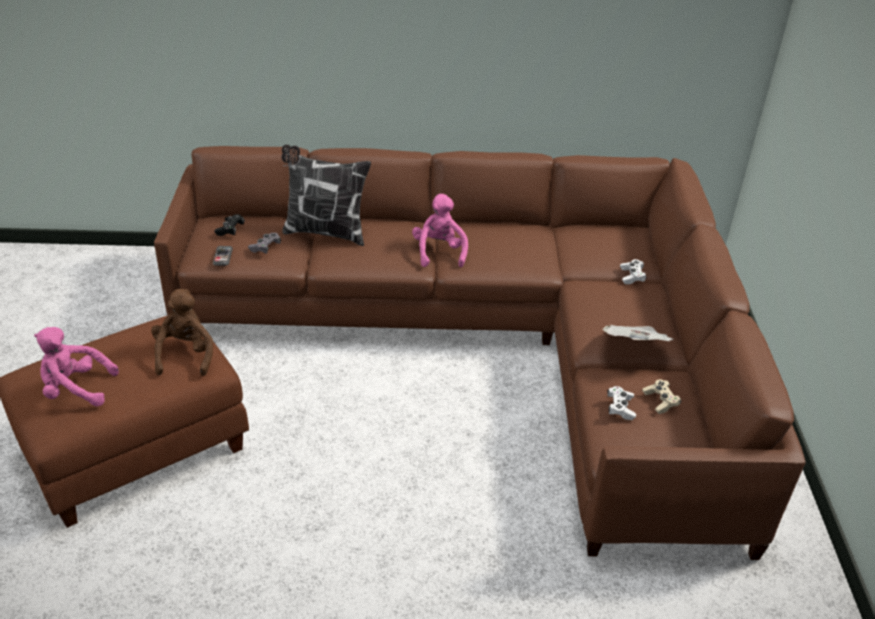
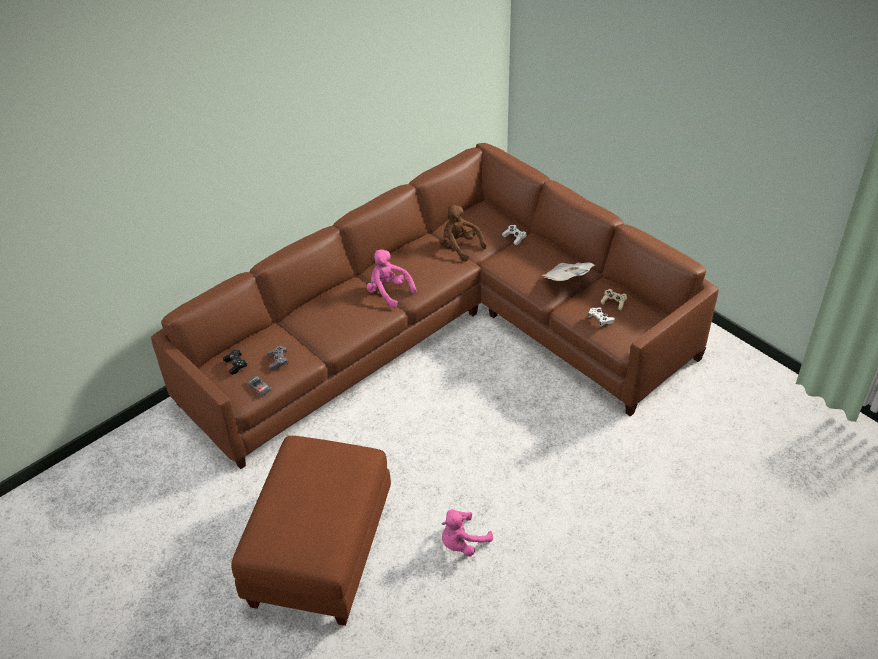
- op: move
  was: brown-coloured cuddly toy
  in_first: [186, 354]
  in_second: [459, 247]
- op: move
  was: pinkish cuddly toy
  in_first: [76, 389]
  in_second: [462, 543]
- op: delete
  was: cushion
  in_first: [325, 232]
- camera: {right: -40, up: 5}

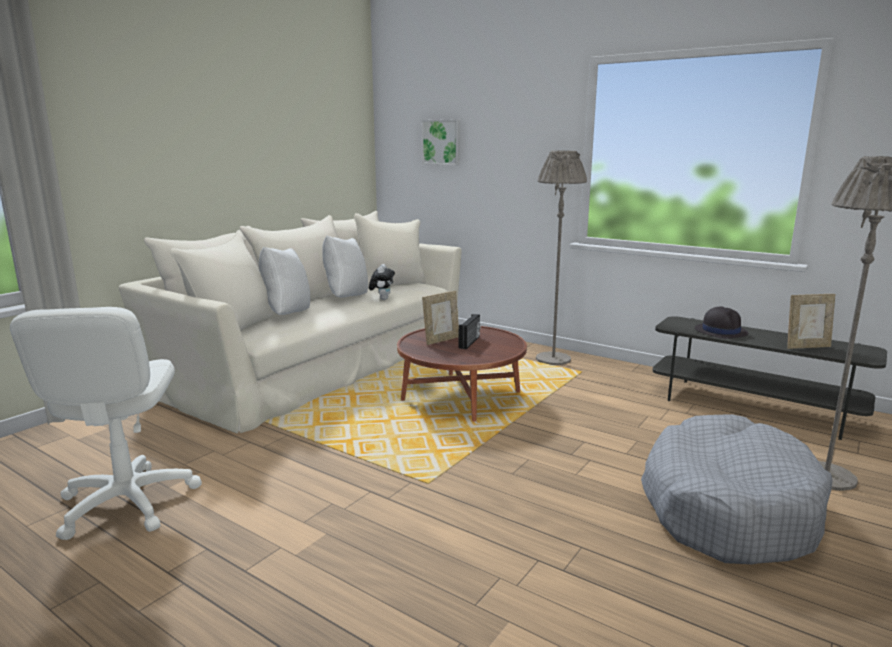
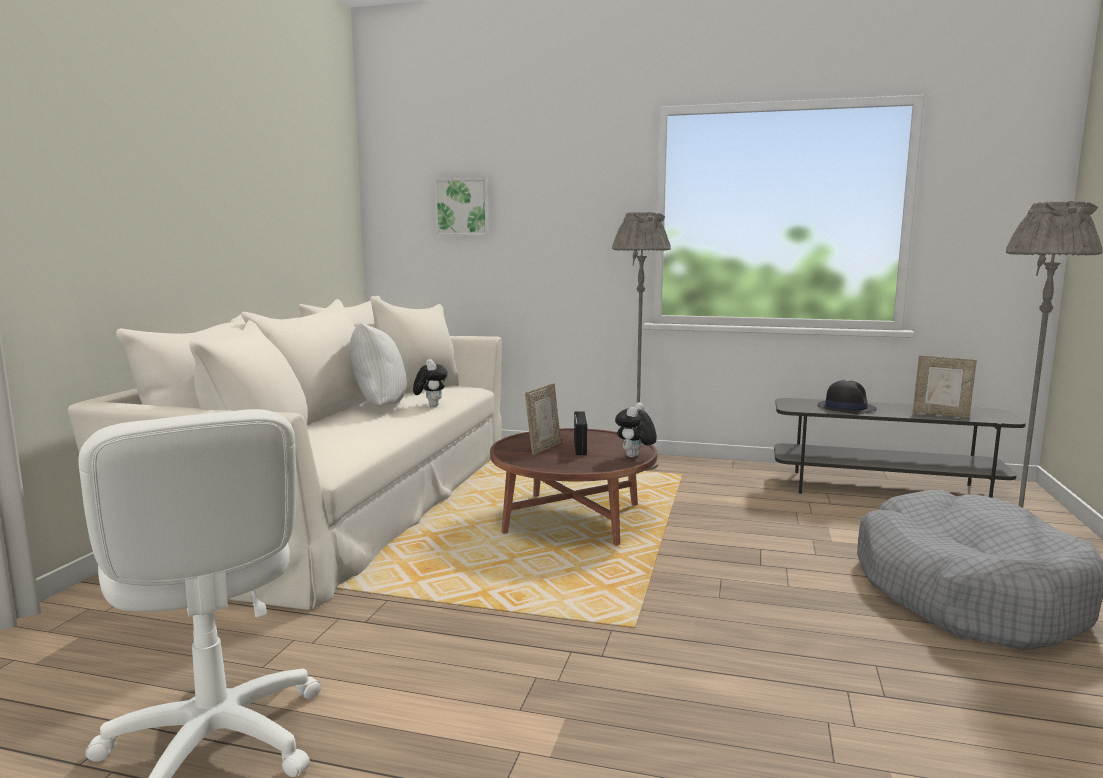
- op: insert
  now: cuddly toy
  in_second: [635, 457]
- op: rotate
  was: picture frame
  in_first: [806, 346]
  in_second: [941, 414]
  clockwise: 60
- op: delete
  was: whitish cushion
  in_first: [286, 314]
- camera: {right: -20, up: -5}

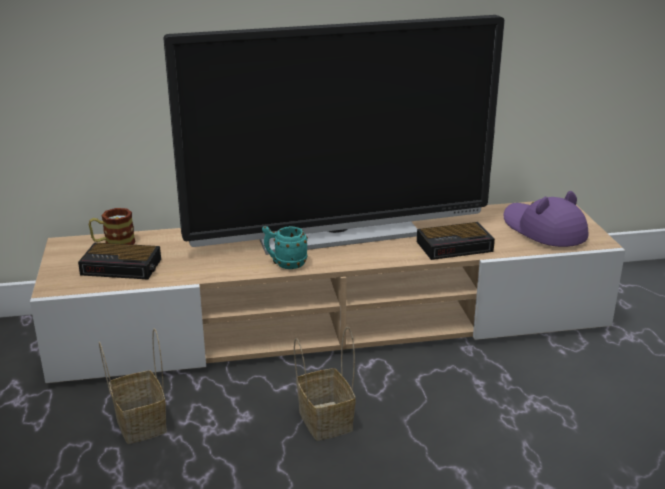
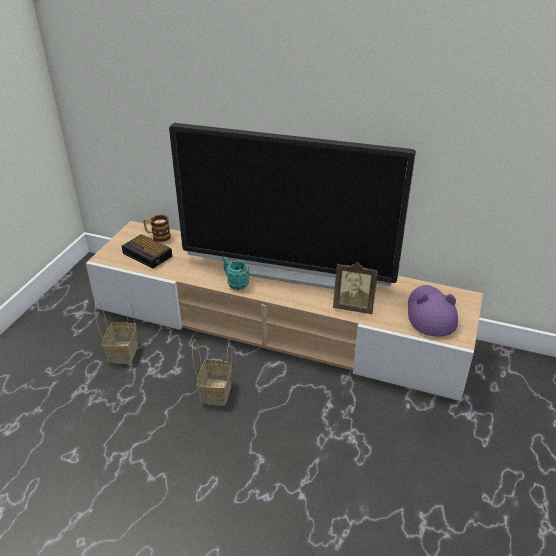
- op: replace
  was: bedside clock
  now: picture frame
  in_first: [456, 246]
  in_second: [353, 307]
- camera: {right: 30, up: 10}

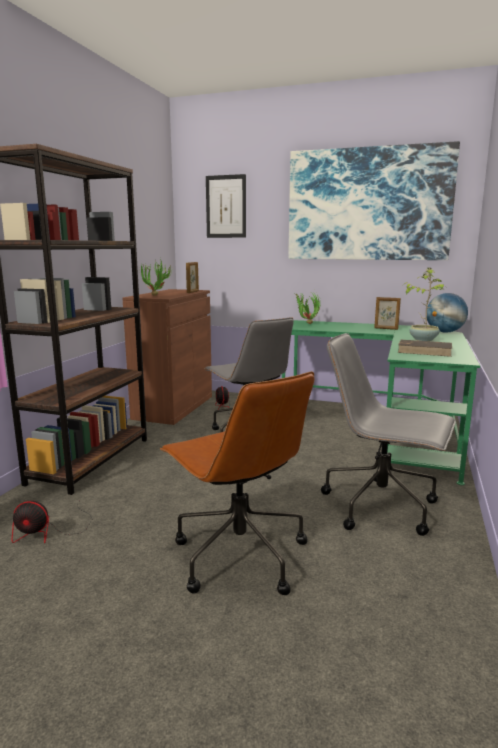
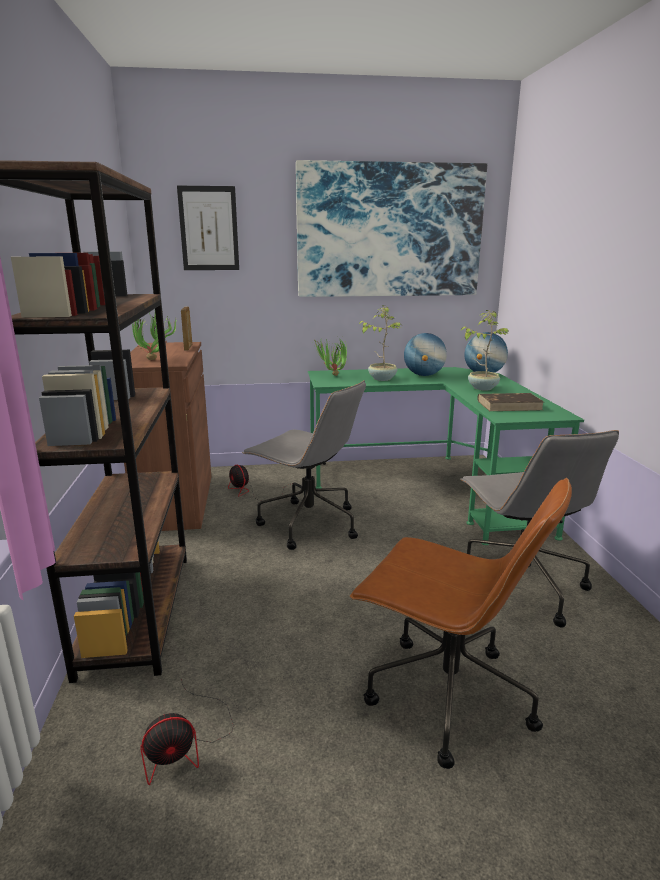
- op: insert
  now: houseplant
  in_second: [382, 378]
- op: replace
  was: picture frame
  now: world globe
  in_first: [386, 328]
  in_second: [424, 375]
- op: rotate
  was: greyish desk chair
  in_first: [382, 506]
  in_second: [520, 585]
  clockwise: -105
- camera: {right: -25, up: 5}

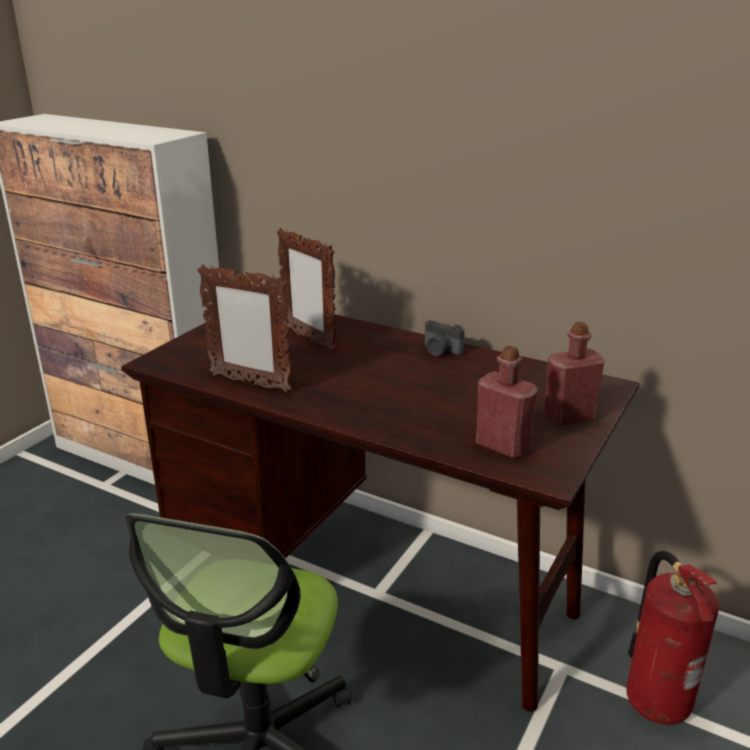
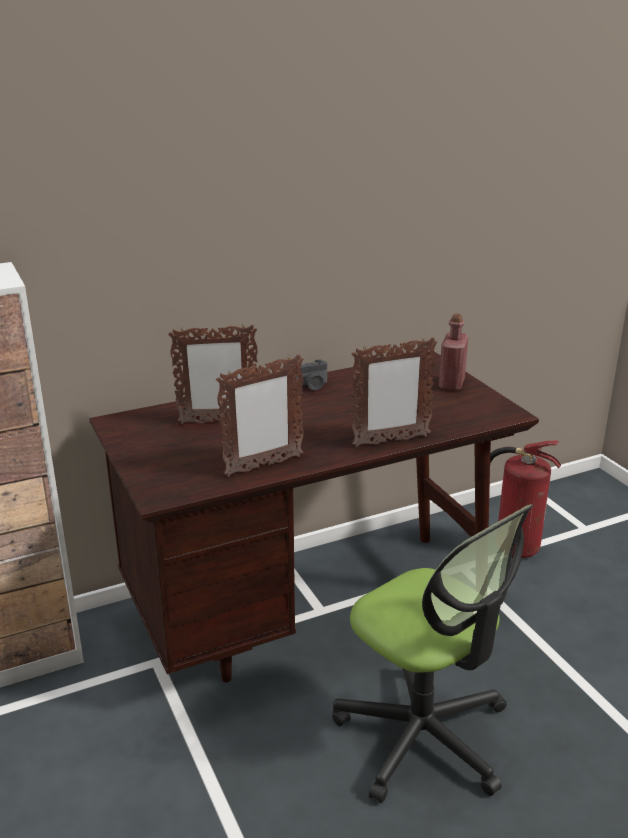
- op: insert
  now: picture frame
  in_second: [390, 441]
- op: delete
  was: reddish beverage bottle
  in_first: [502, 446]
- camera: {right: -55, up: 0}

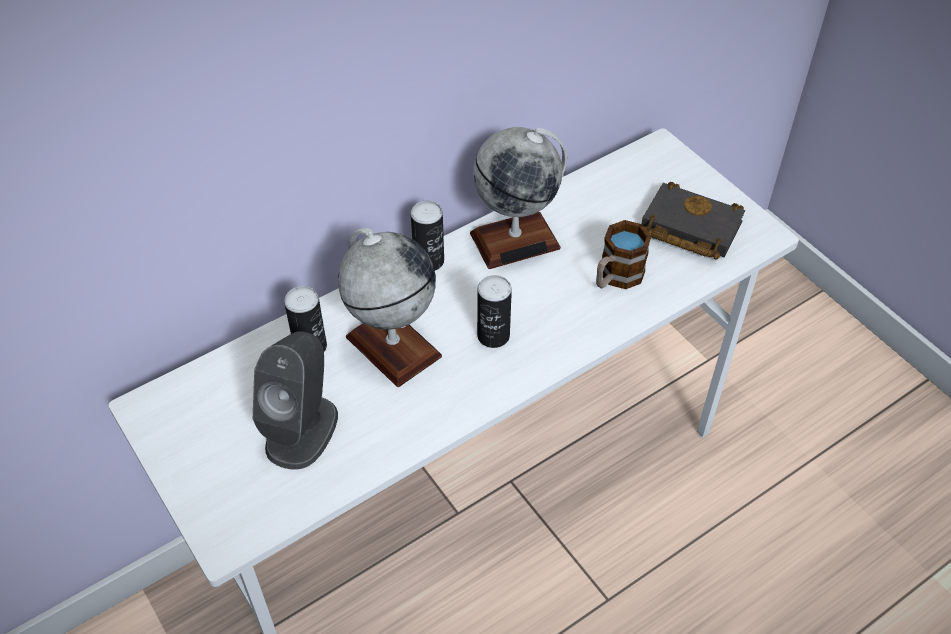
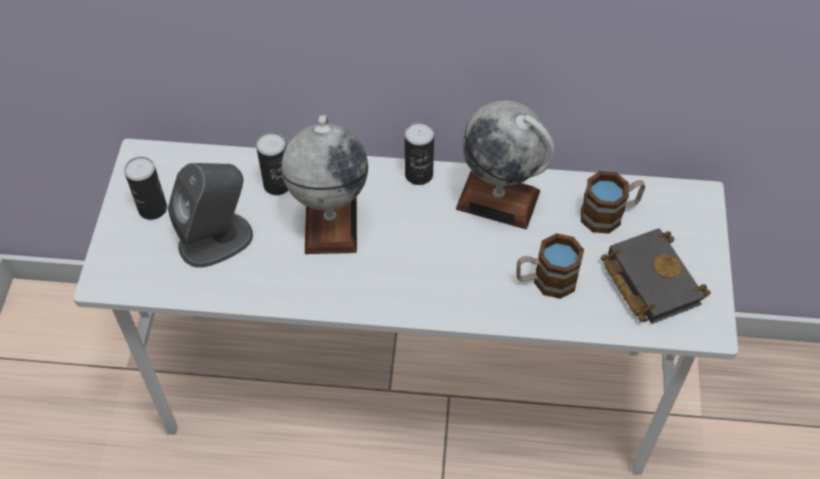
- op: move
  was: sealed can
  in_first: [493, 335]
  in_second: [152, 208]
- op: insert
  now: mug
  in_second: [609, 214]
- camera: {right: 40, up: 5}

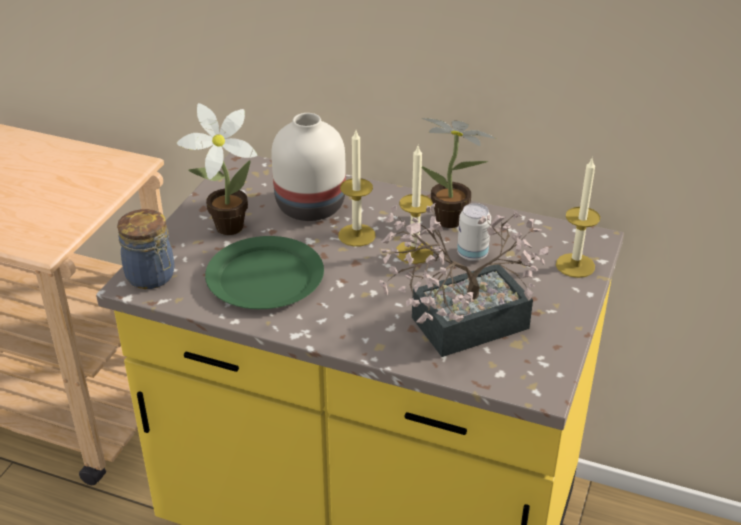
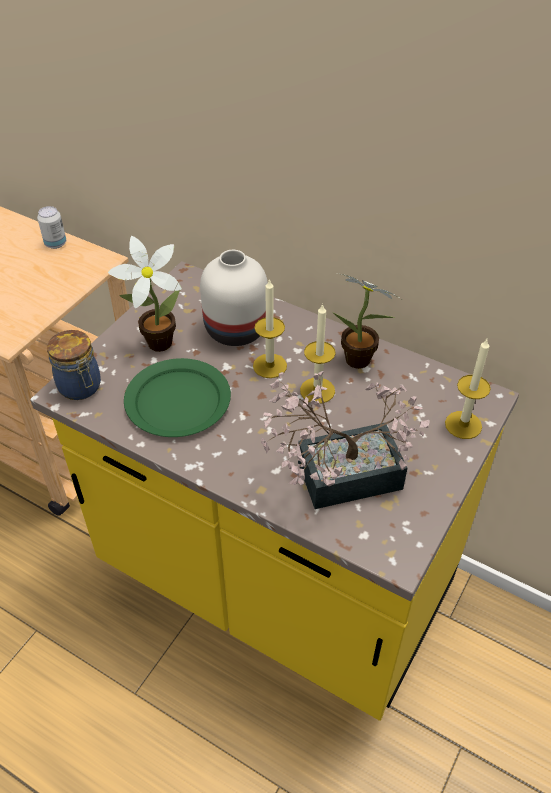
- op: move
  was: sealed can
  in_first: [472, 254]
  in_second: [55, 244]
- camera: {right: 10, up: 10}

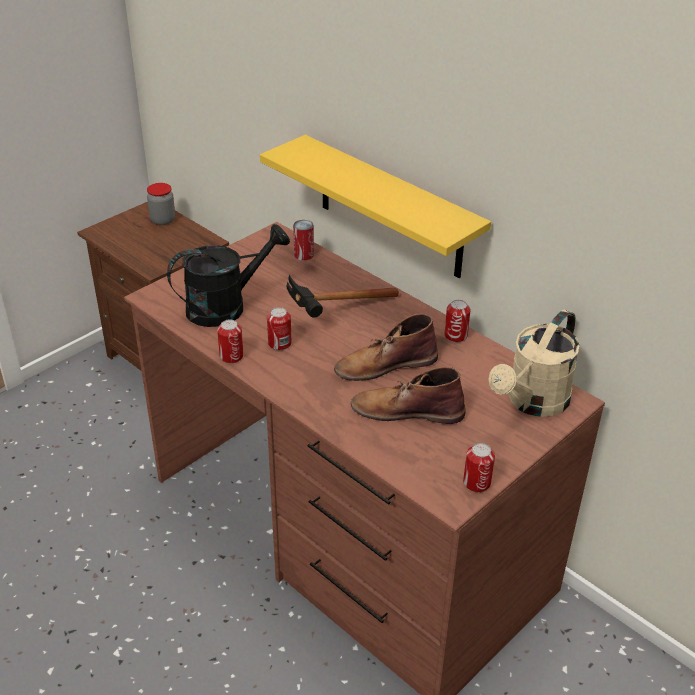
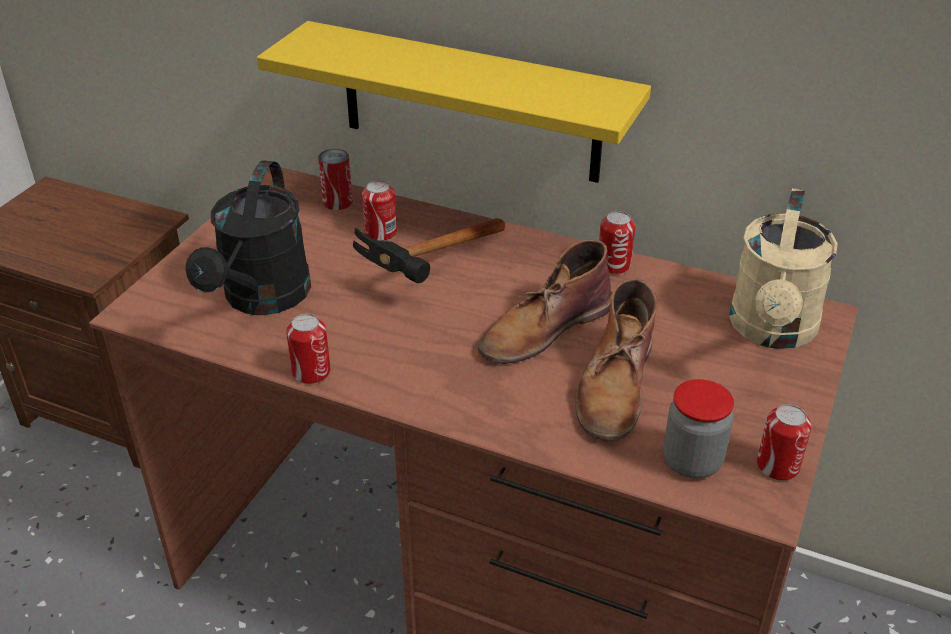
- op: rotate
  was: black watering pot
  in_first: [226, 306]
  in_second: [262, 299]
  clockwise: 150
- op: move
  was: sealed can
  in_first: [279, 343]
  in_second: [380, 233]
- op: rotate
  was: brown-coloured high-top boot
  in_first: [406, 410]
  in_second: [615, 386]
  clockwise: -60
- op: move
  was: storage jar
  in_first: [163, 220]
  in_second: [692, 462]
- camera: {right: -20, up: 0}

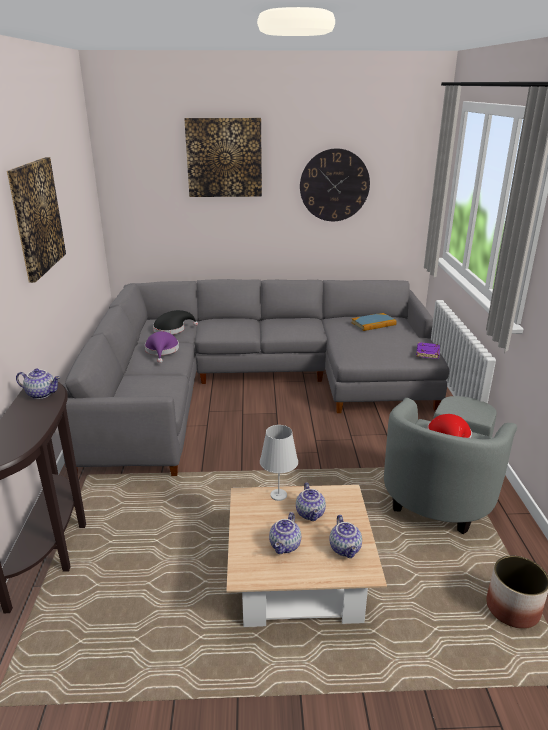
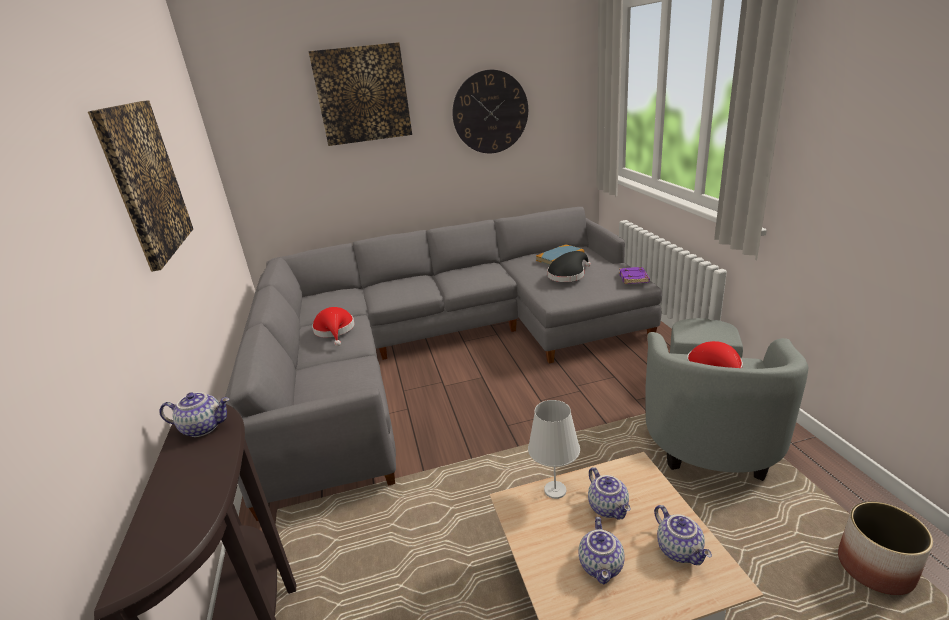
- op: recolor
  was: purple-coloured wearable hat
  now: reddish wearable hat
  in_first: [162, 351]
  in_second: [335, 330]
- op: move
  was: black wearable hat
  in_first: [172, 329]
  in_second: [568, 275]
- camera: {right: -10, up: 0}

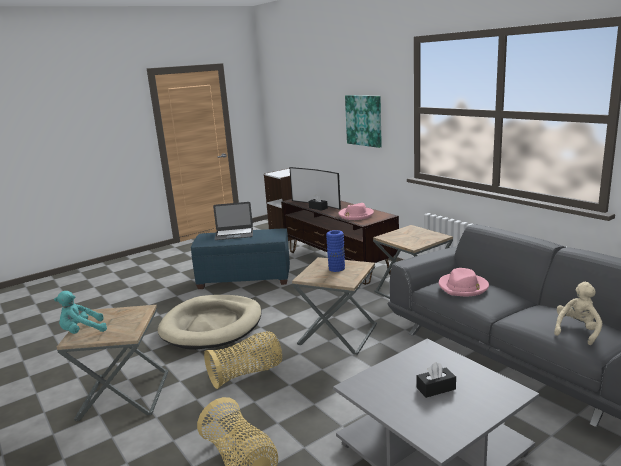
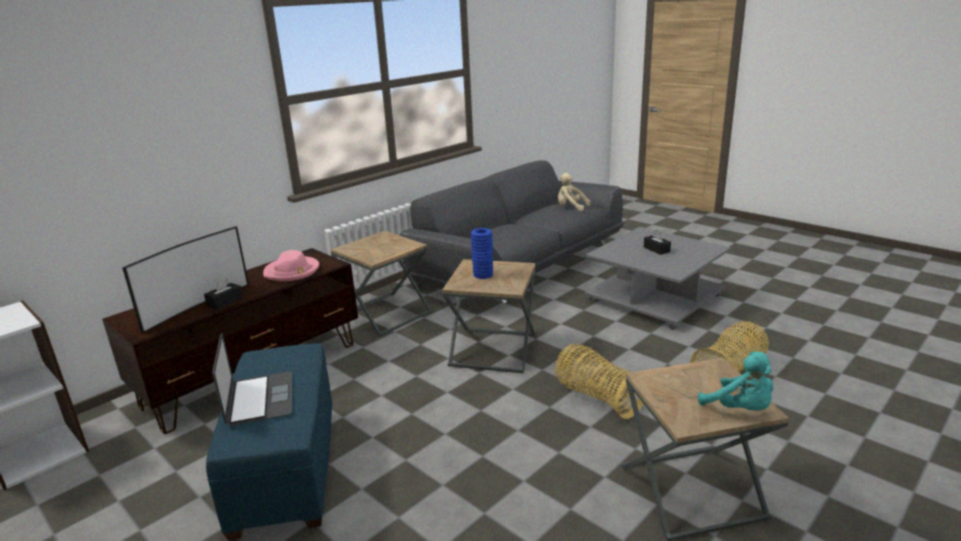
- op: delete
  was: beige dog cushion
  in_first: [212, 325]
- op: delete
  was: picture
  in_first: [364, 120]
- op: delete
  was: pinkish wearable hat
  in_first: [463, 287]
- camera: {right: -100, up: 5}

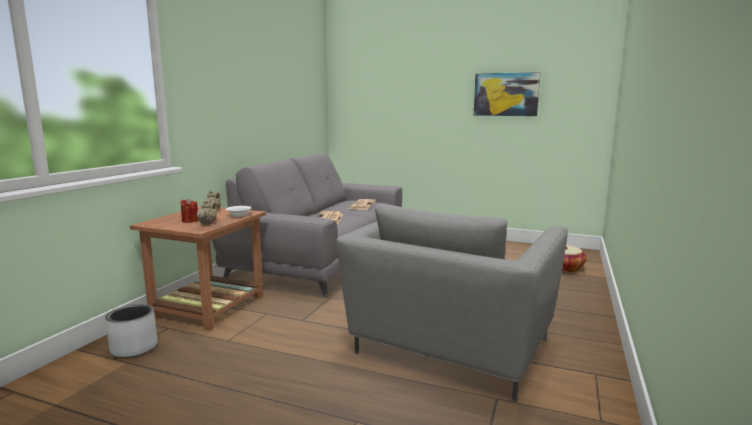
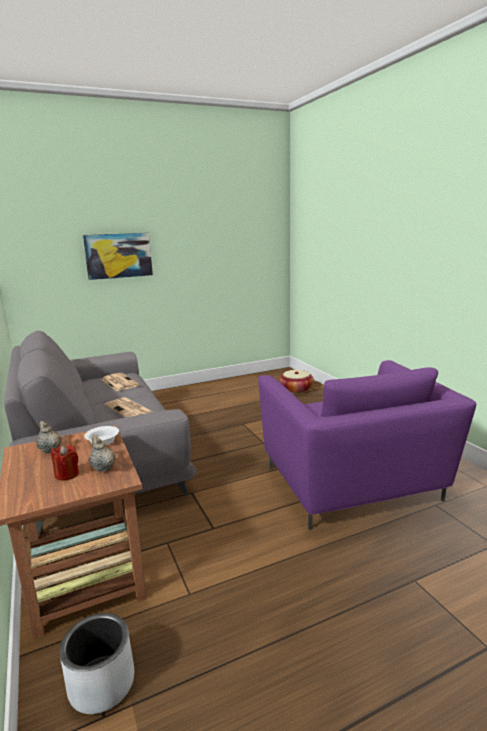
- op: move
  was: picture
  in_first: [506, 94]
  in_second: [118, 255]
- op: recolor
  was: greyish lounge chair
  now: purple-coloured lounge chair
  in_first: [450, 348]
  in_second: [352, 486]
- camera: {right: -45, up: 5}

